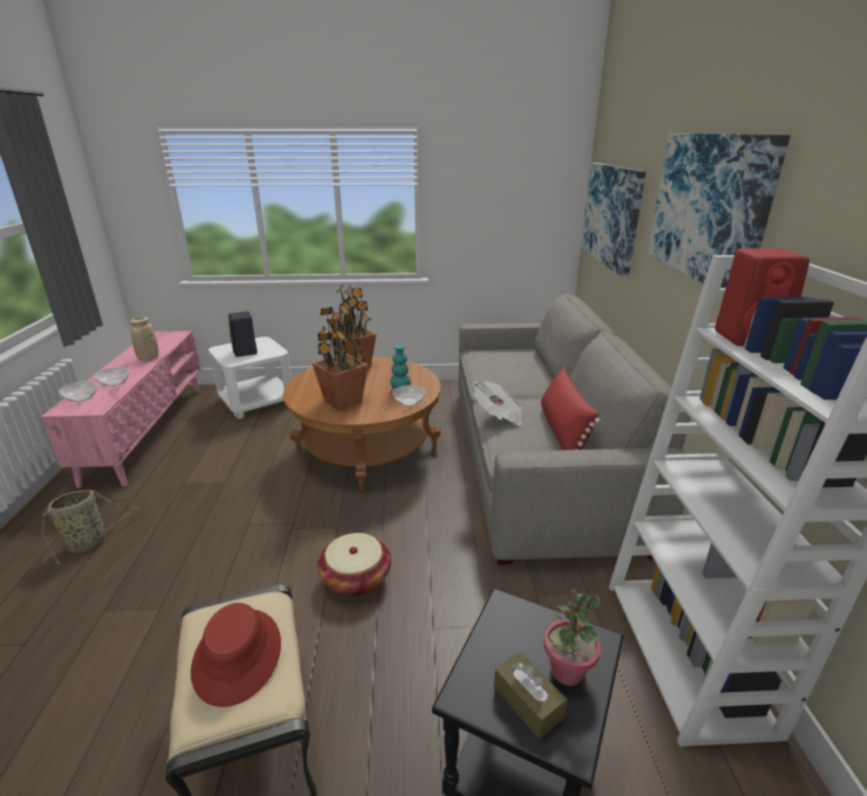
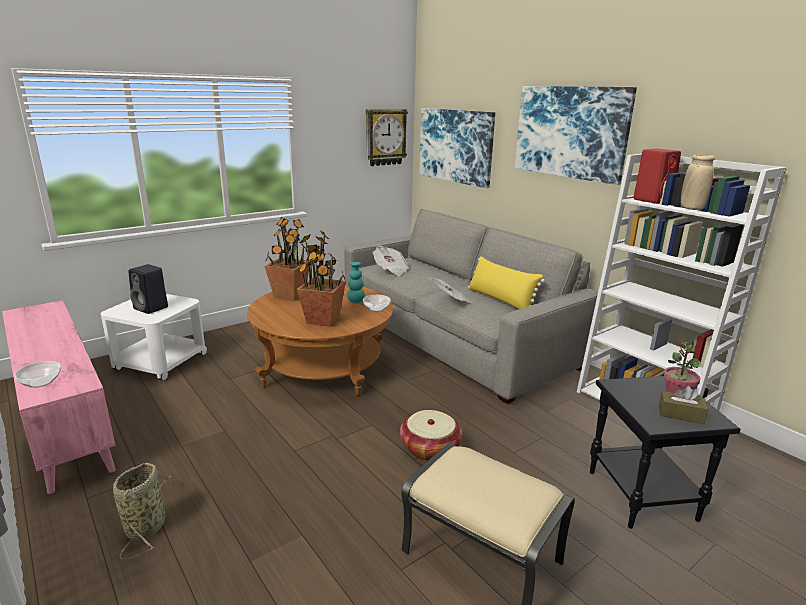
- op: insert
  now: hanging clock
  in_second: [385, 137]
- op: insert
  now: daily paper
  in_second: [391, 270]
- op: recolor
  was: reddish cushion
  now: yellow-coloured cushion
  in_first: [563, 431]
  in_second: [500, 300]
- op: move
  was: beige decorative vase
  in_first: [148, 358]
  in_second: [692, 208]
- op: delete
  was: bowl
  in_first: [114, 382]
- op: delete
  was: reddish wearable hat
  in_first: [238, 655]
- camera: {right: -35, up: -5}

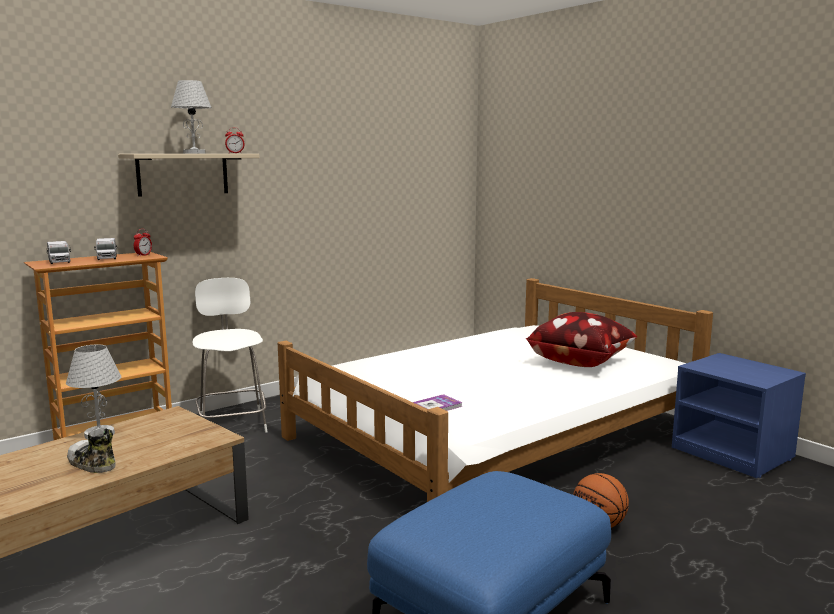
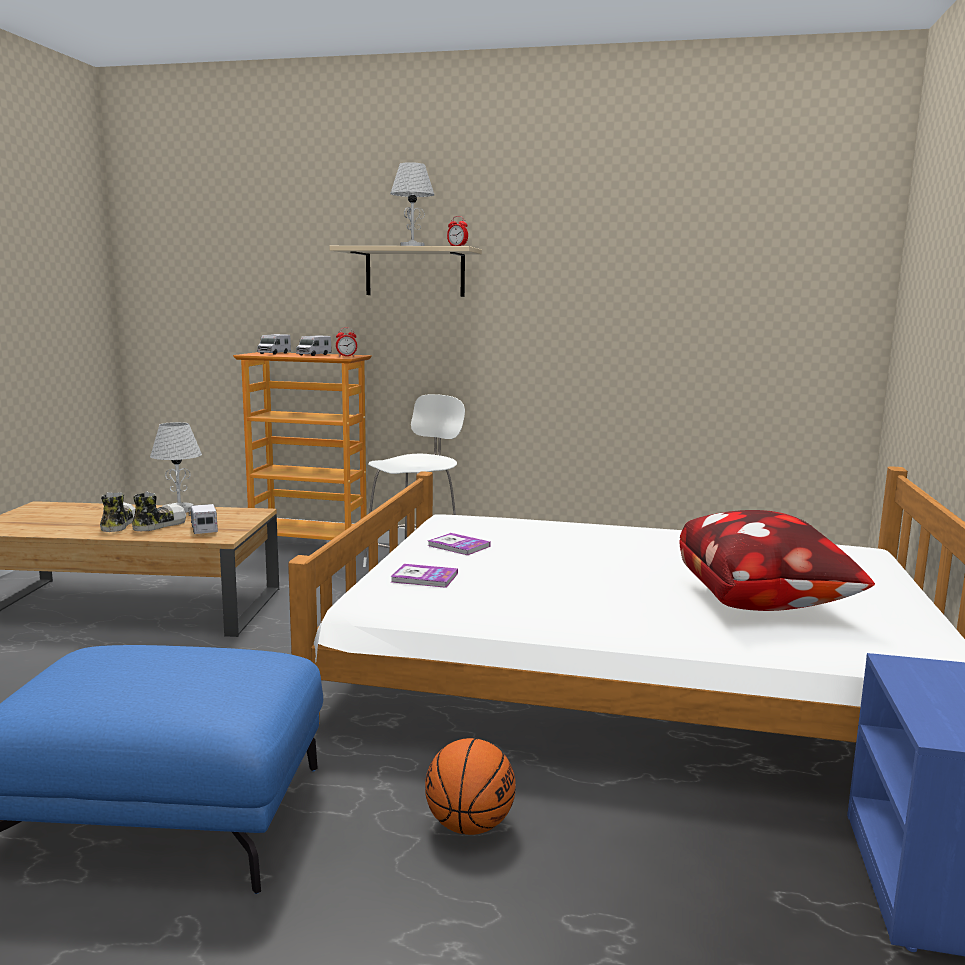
- op: insert
  now: low shoe
  in_second: [158, 525]
- op: insert
  now: toy truck
  in_second: [204, 529]
- op: insert
  now: bound book
  in_second: [458, 546]
- camera: {right: 50, up: 0}

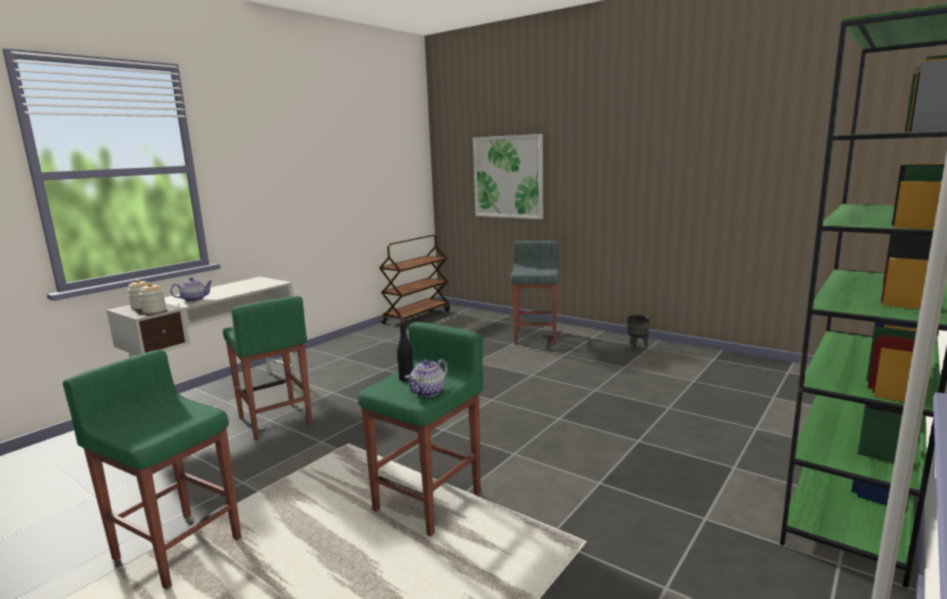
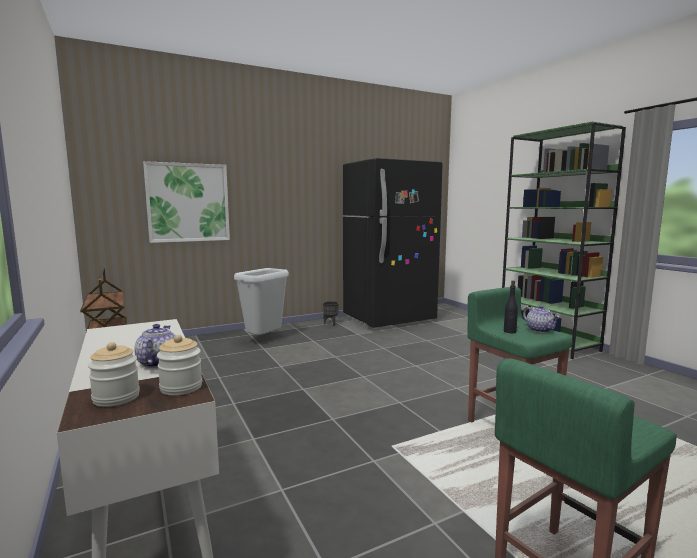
- op: replace
  was: greyish sitting stool
  now: greyish rubbish bin
  in_first: [536, 337]
  in_second: [264, 339]
- op: insert
  now: black refrigerator
  in_second: [389, 319]
- op: delete
  was: green sitting stool
  in_first: [275, 421]
- camera: {right: -65, up: -5}

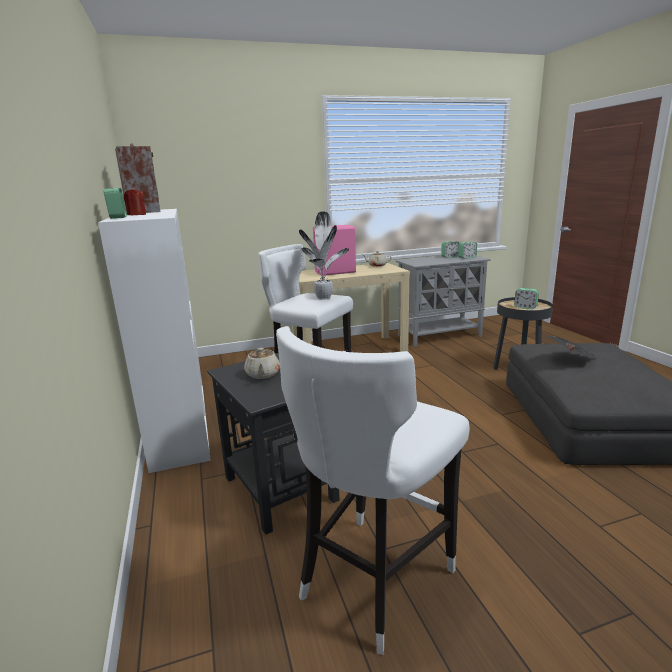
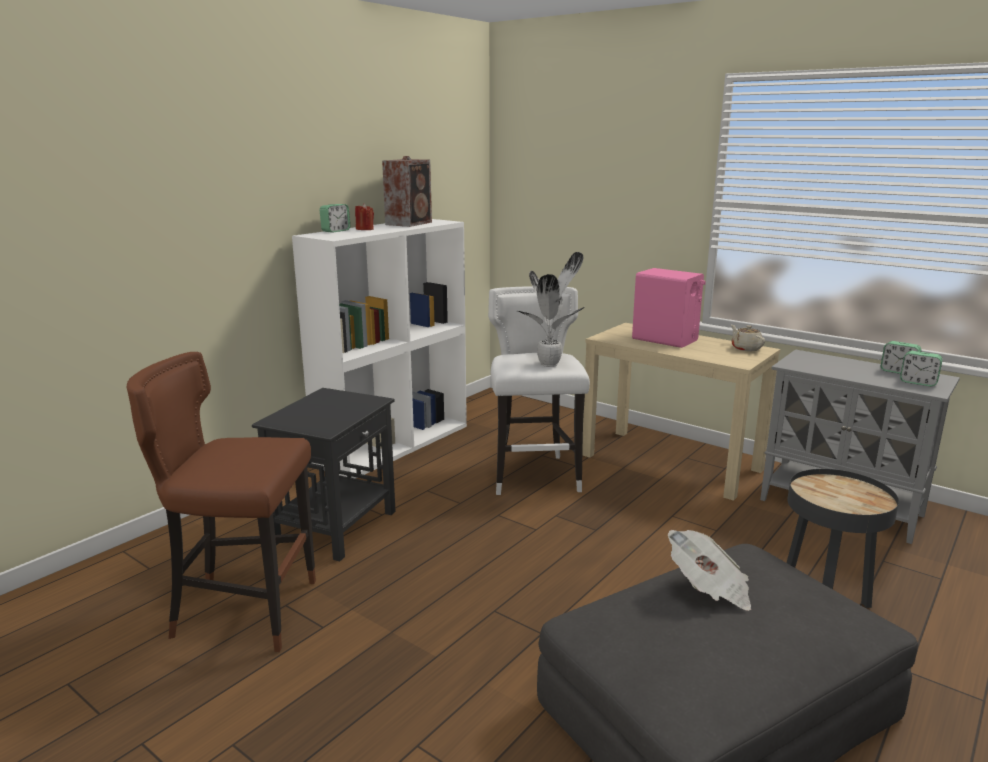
- op: recolor
  was: whitish sitting stool
  now: brown-coloured sitting stool
  in_first: [373, 580]
  in_second: [244, 611]
- op: delete
  was: beige tea pot
  in_first: [262, 374]
- op: delete
  was: bedside clock
  in_first: [525, 307]
- camera: {right: 55, up: 0}

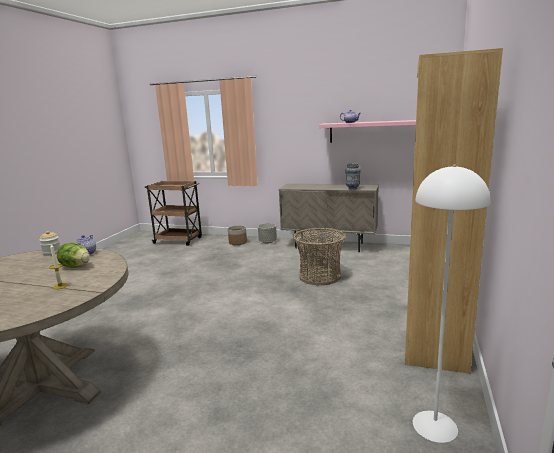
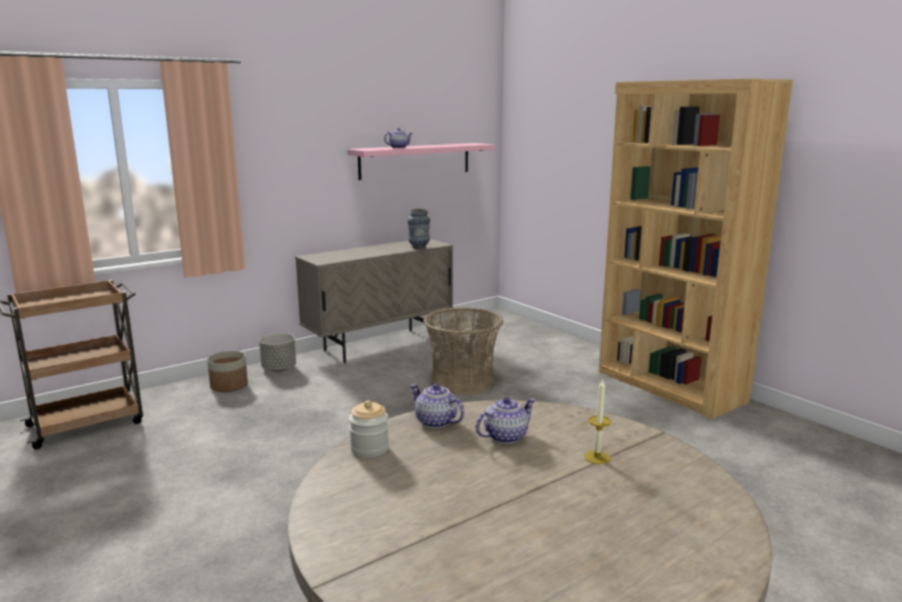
- op: replace
  was: lettuce
  now: tea pot
  in_first: [76, 266]
  in_second: [504, 436]
- op: delete
  was: whitish floor lamp
  in_first: [434, 425]
- camera: {right: -55, up: 0}

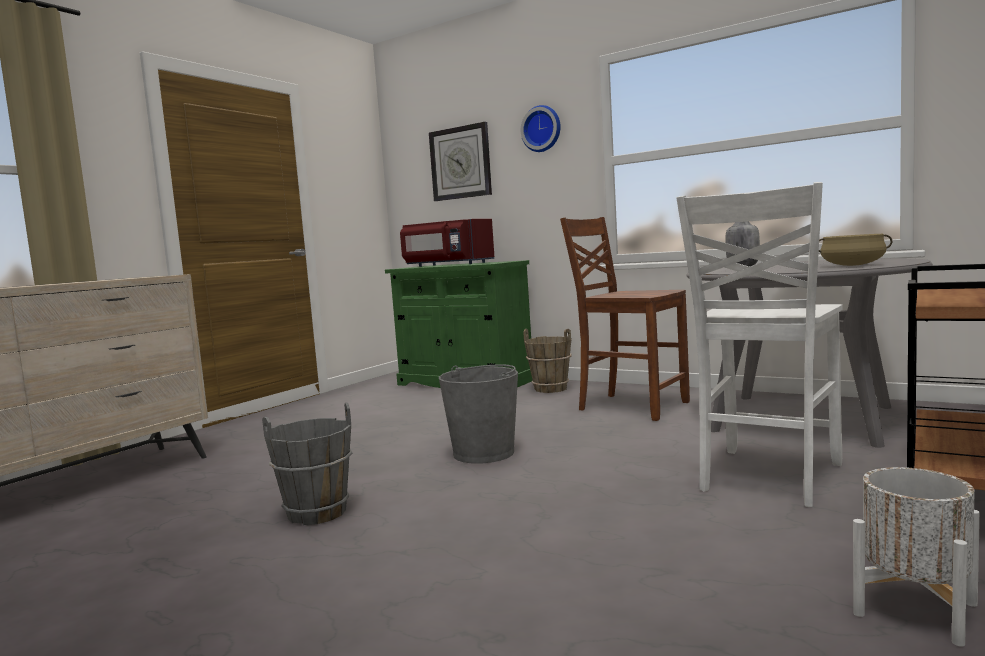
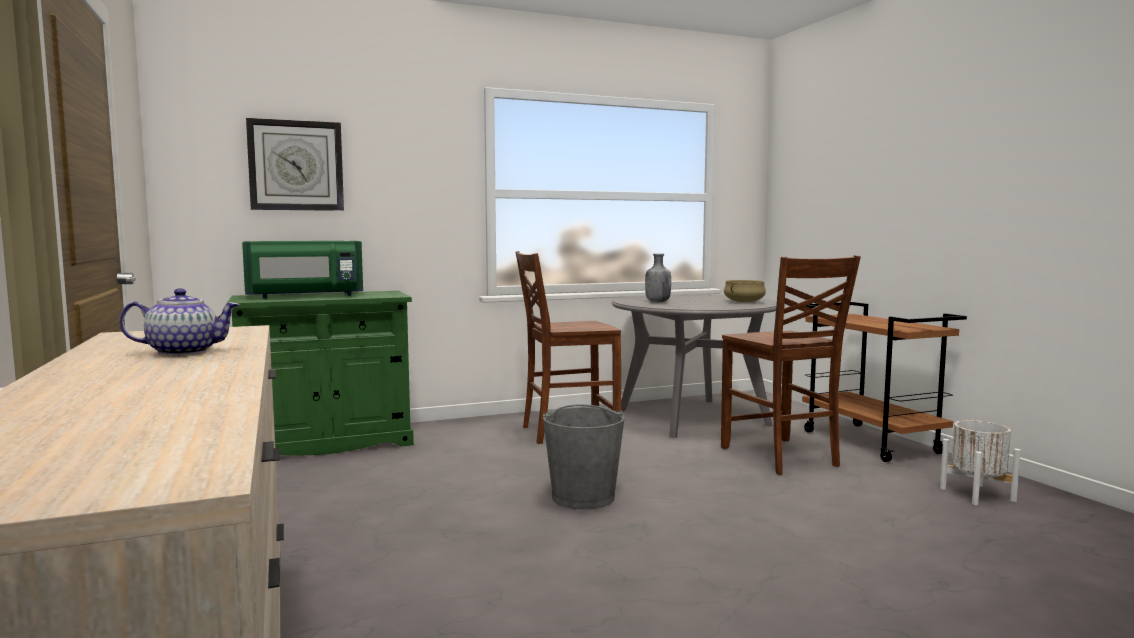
- op: insert
  now: tea pot
  in_second: [184, 352]
- op: recolor
  was: reddish microwave
  now: green microwave
  in_first: [446, 265]
  in_second: [305, 296]
- op: recolor
  was: whitish plain chair
  now: brown-coloured plain chair
  in_first: [767, 477]
  in_second: [781, 457]
- op: delete
  was: greyish bucket
  in_first: [316, 513]
- op: delete
  was: hanging clock
  in_first: [542, 129]
- op: delete
  was: brown-coloured bucket
  in_first: [550, 389]
- camera: {right: -55, up: 0}

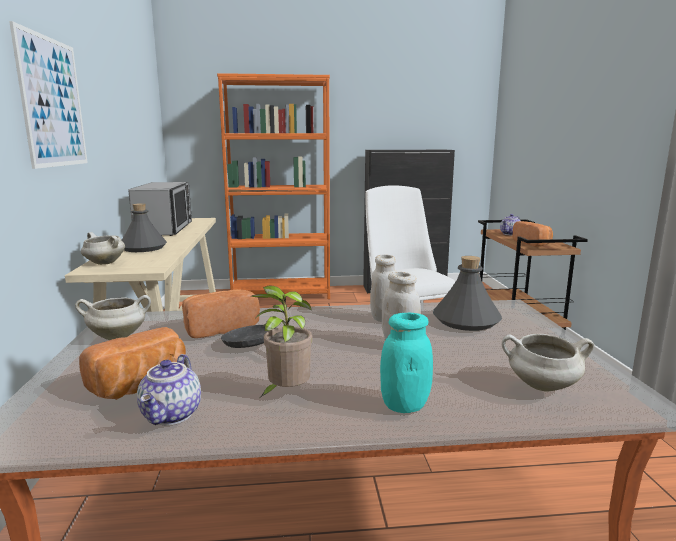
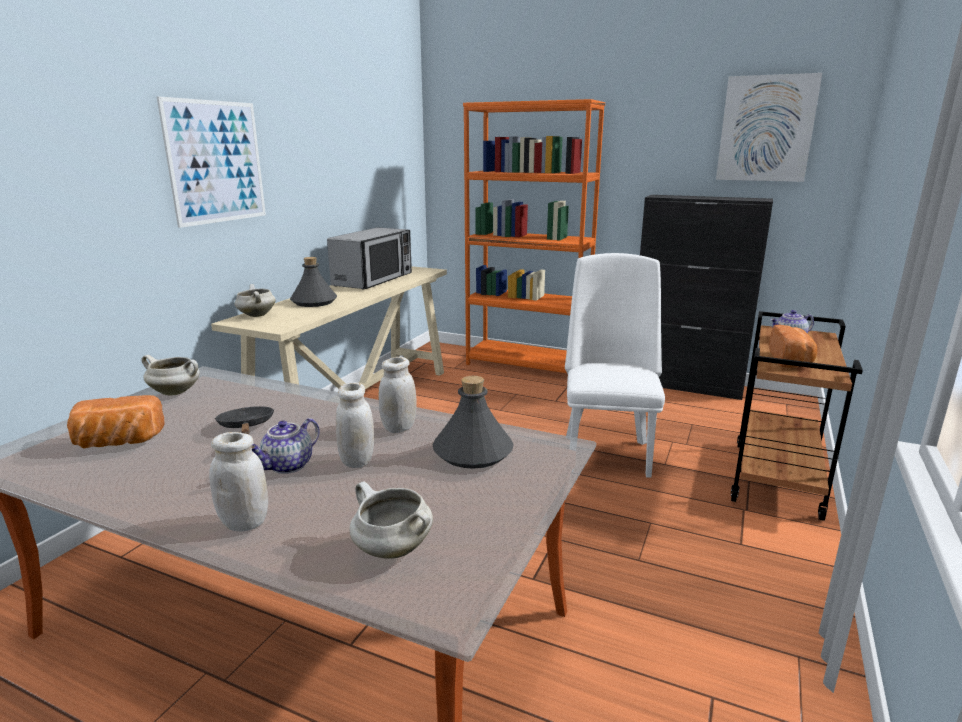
- op: recolor
  was: turquoise storage jar
  now: whitish storage jar
  in_first: [404, 405]
  in_second: [244, 523]
- op: move
  was: tea pot
  in_first: [172, 415]
  in_second: [288, 466]
- op: insert
  now: picture
  in_second: [766, 129]
- op: delete
  was: bakery bread
  in_first: [219, 328]
- op: delete
  was: houseplant
  in_first: [286, 394]
- camera: {right: 30, up: 5}

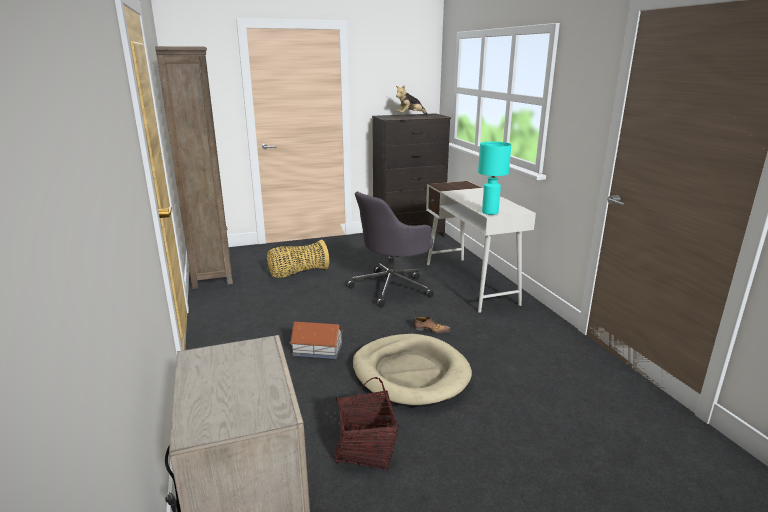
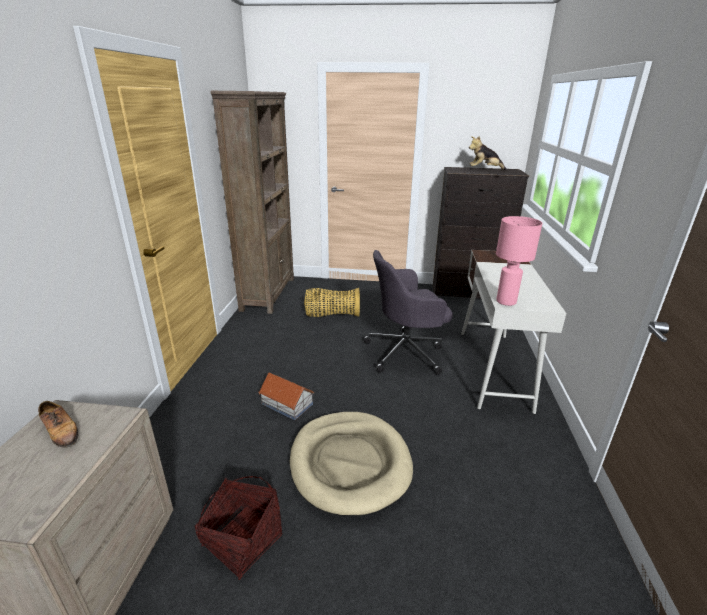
- op: move
  was: low shoe
  in_first: [430, 330]
  in_second: [61, 431]
- op: recolor
  was: turquoise tabletop lamp
  now: pinkish tabletop lamp
  in_first: [489, 212]
  in_second: [505, 301]
- camera: {right: 25, up: 5}

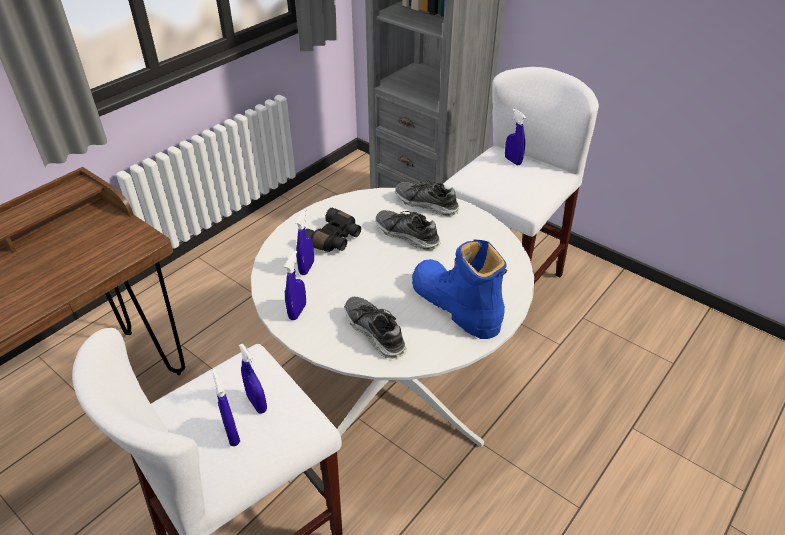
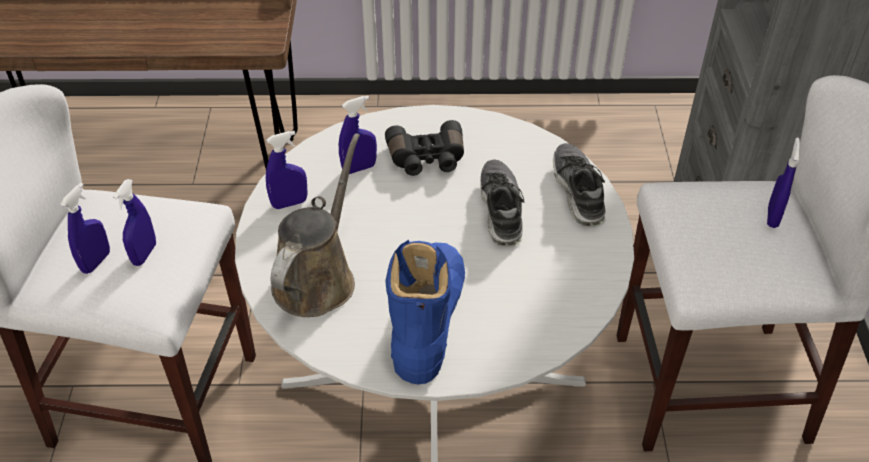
- op: replace
  was: low shoe
  now: brown-coloured watering pot
  in_first: [374, 332]
  in_second: [317, 278]
- camera: {right: 50, up: 5}

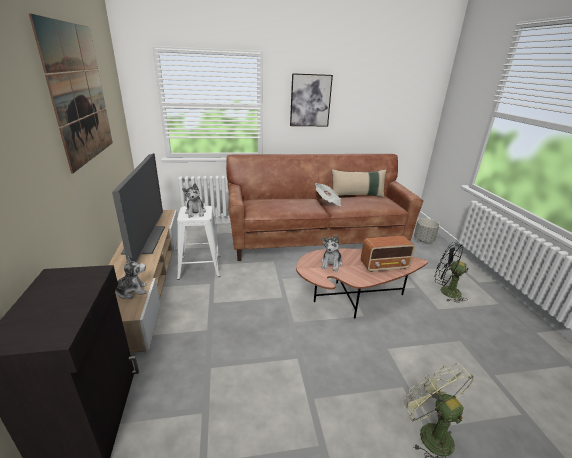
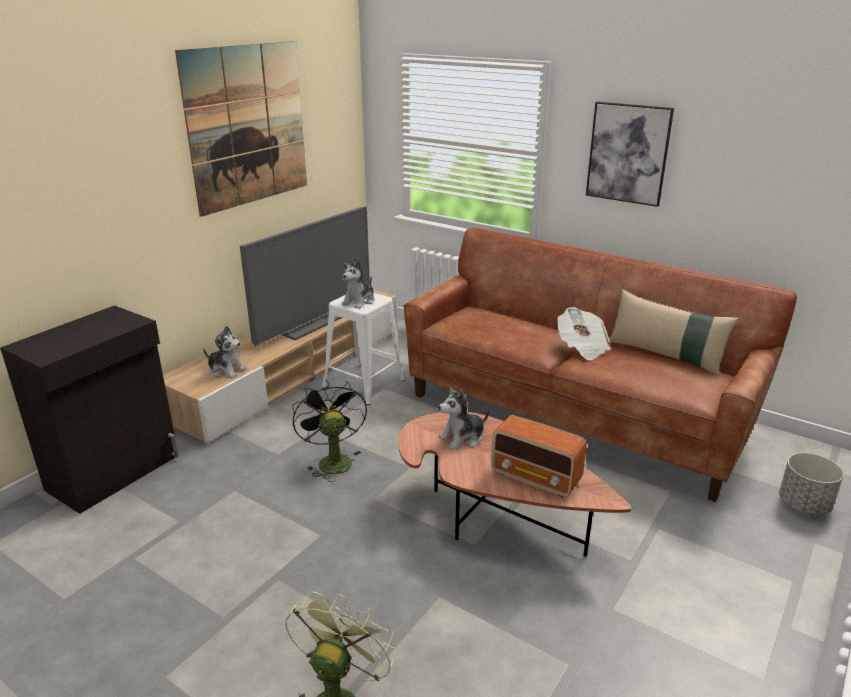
- op: move
  was: black fan
  in_first: [445, 291]
  in_second: [332, 460]
- camera: {right: 45, up: 0}

